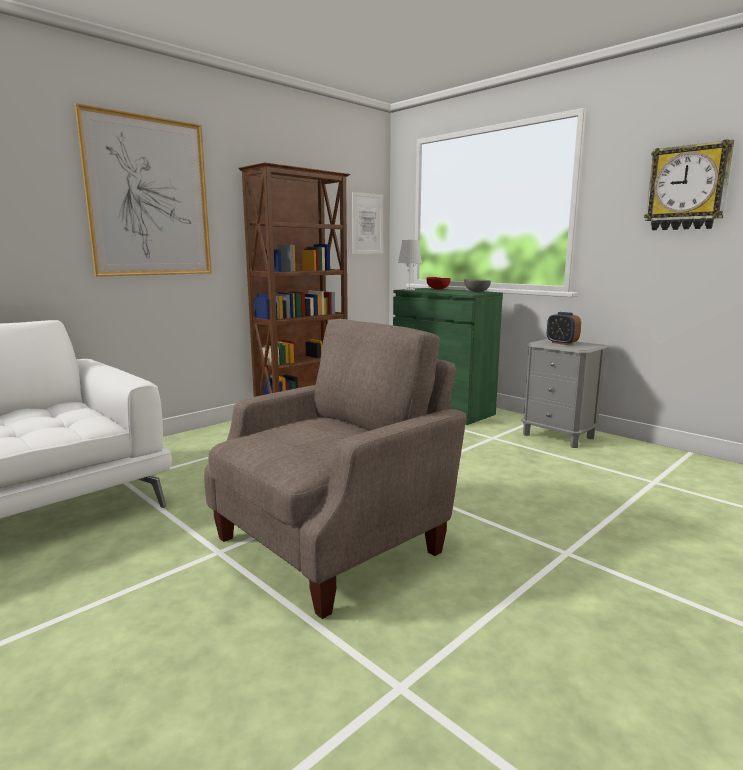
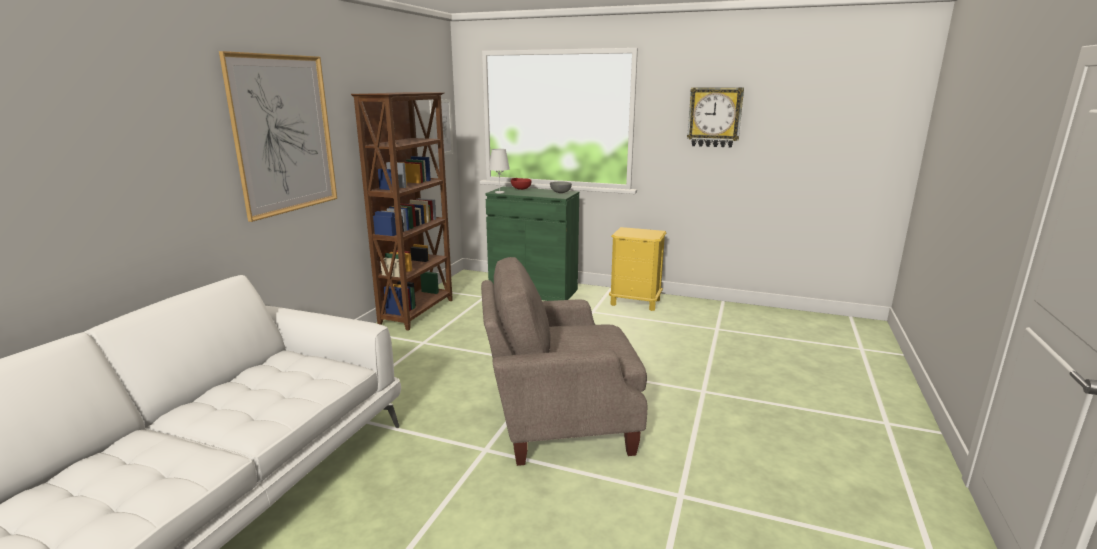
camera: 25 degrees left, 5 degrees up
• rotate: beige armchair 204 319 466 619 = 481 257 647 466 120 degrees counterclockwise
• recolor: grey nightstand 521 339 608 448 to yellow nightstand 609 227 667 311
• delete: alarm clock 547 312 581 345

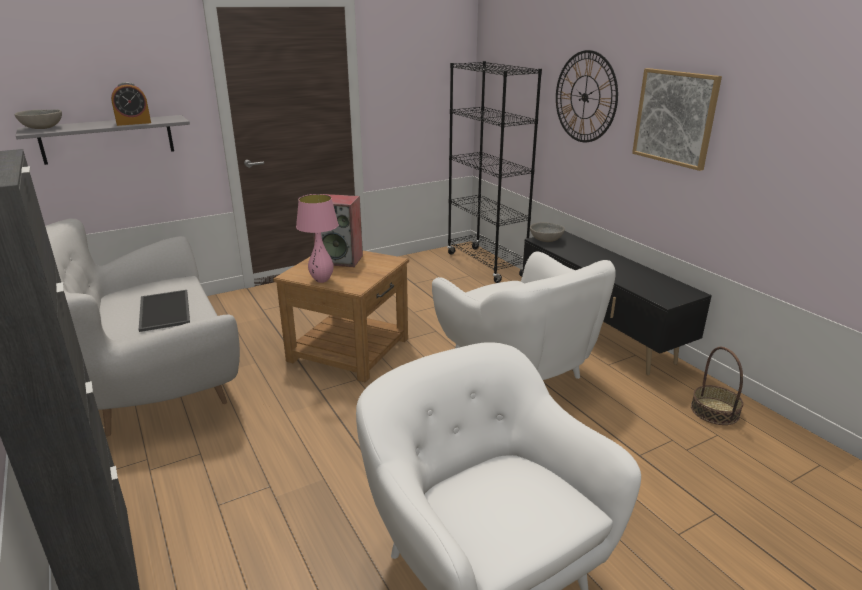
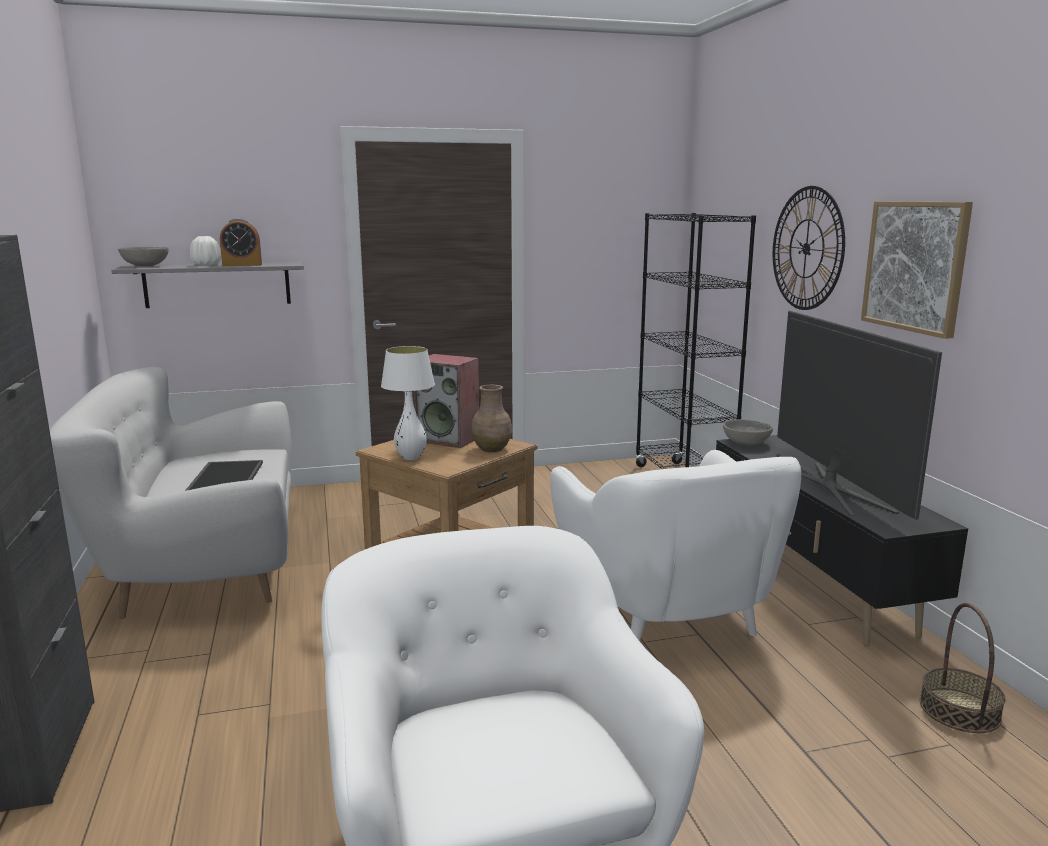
camera: 15 degrees right, 10 degrees down
• insert: white vase 190 236 221 265
• recolor: pink table lamp 296 194 339 283 to white table lamp 381 346 435 460
• insert: brown vase 471 385 512 452
• insert: television 777 310 942 520

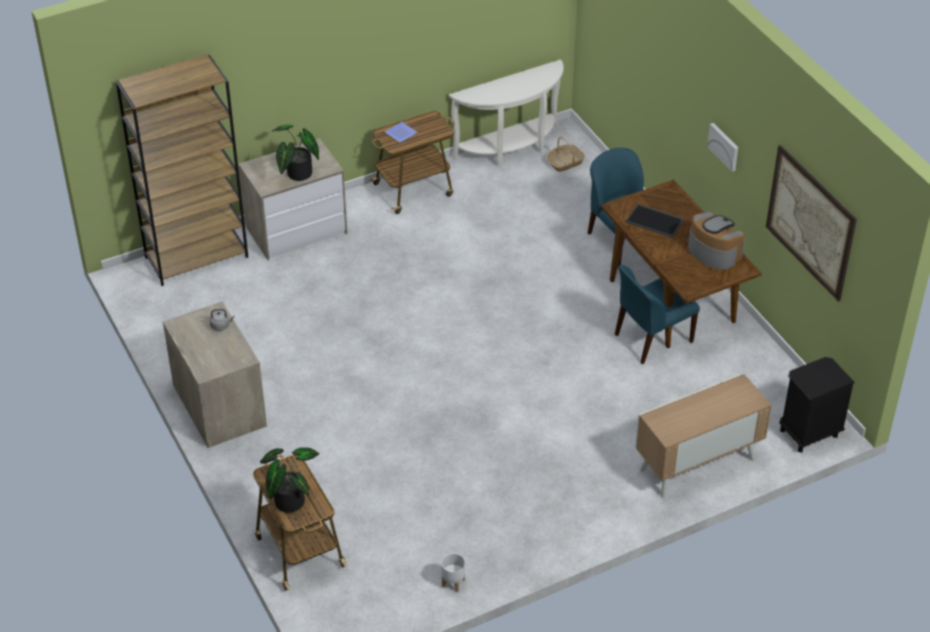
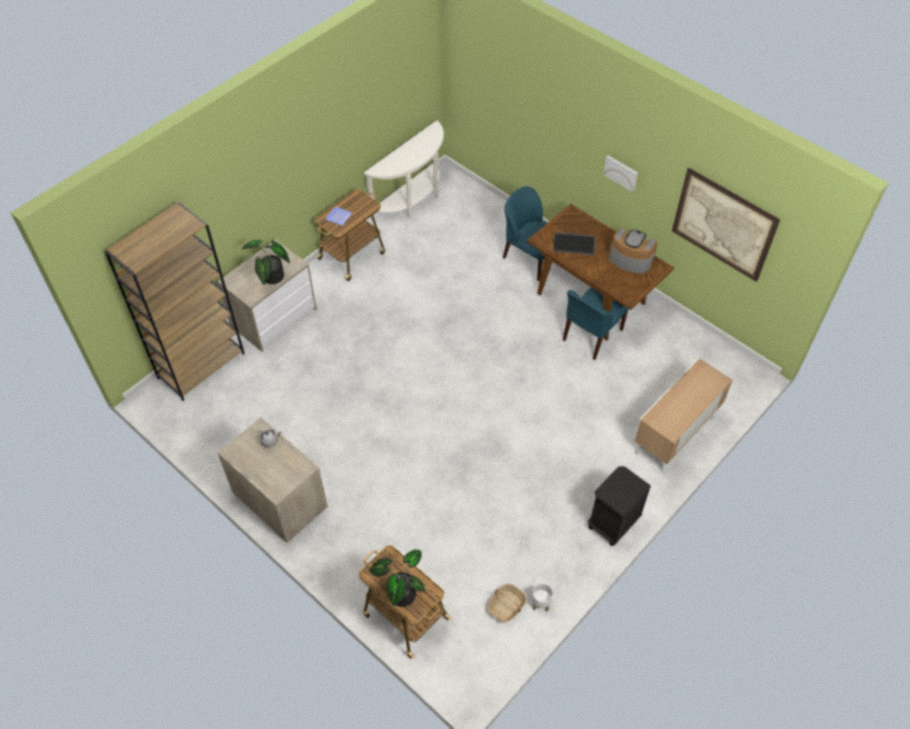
camera: 20 degrees left, 10 degrees up
• move: basket 546 137 585 172 to 487 583 527 623
• move: black nightstand 779 357 855 453 to 588 466 651 546

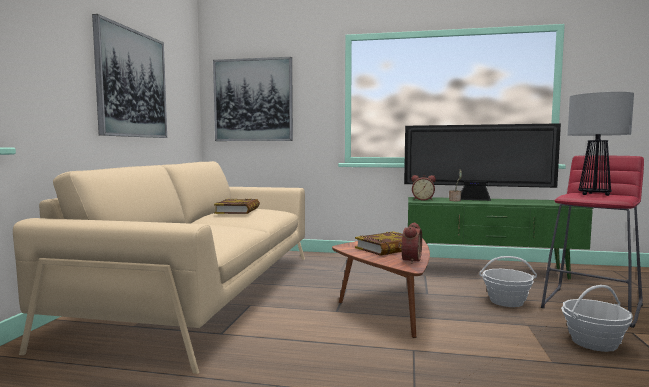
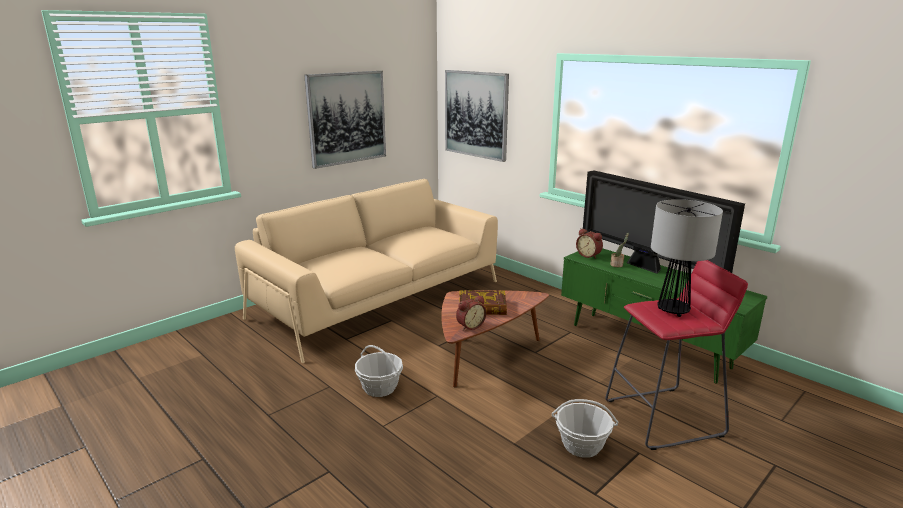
camera: 35 degrees right, 15 degrees up
• move: basket 479 256 537 307 to 355 345 403 397
• delete: book 214 199 260 214

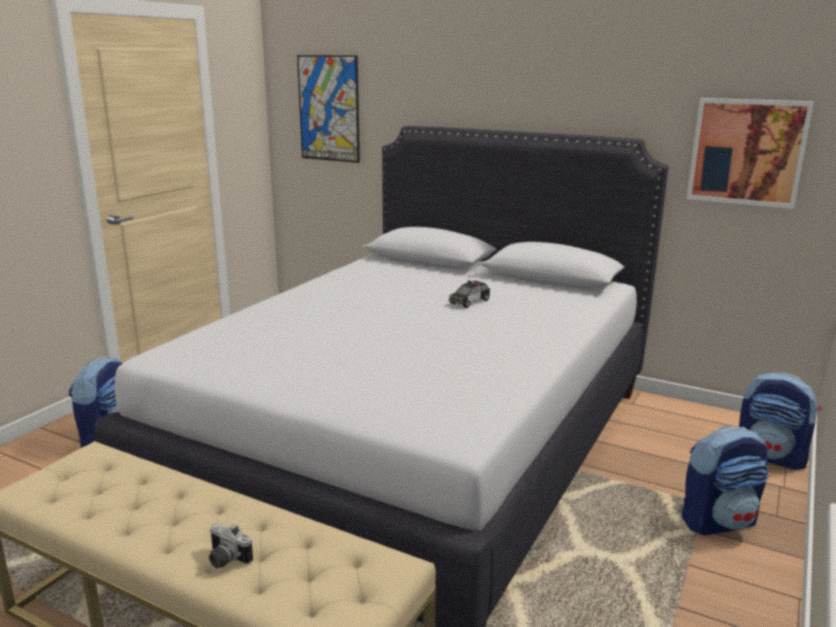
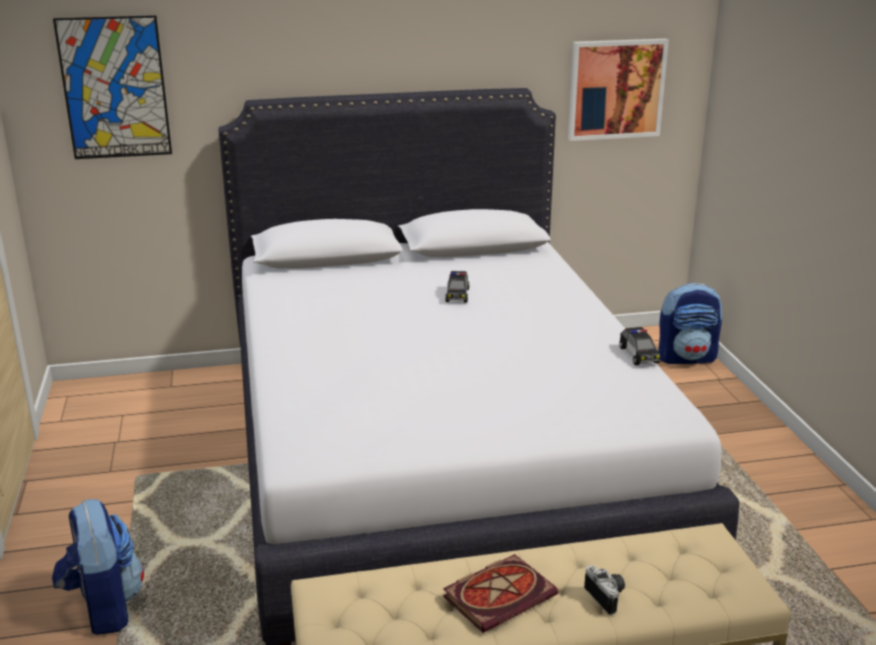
camera: 40 degrees left, 5 degrees up
• insert: book 443 554 558 633
• rotate: photo camera 209 523 253 568 = 584 565 625 615 105 degrees counterclockwise
• insert: toy car 619 327 660 365
• delete: backpack 682 426 768 535

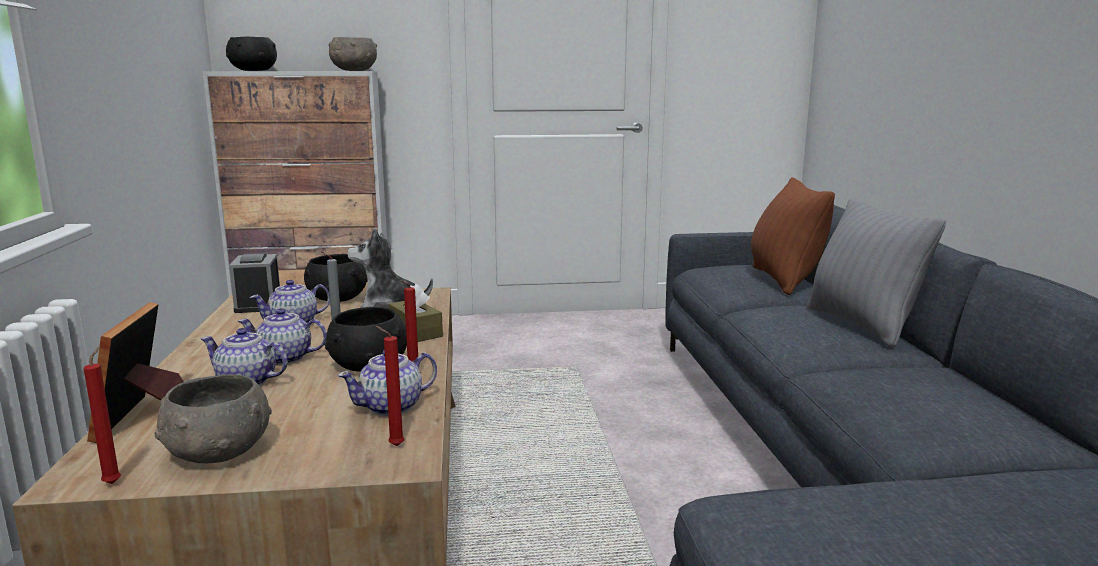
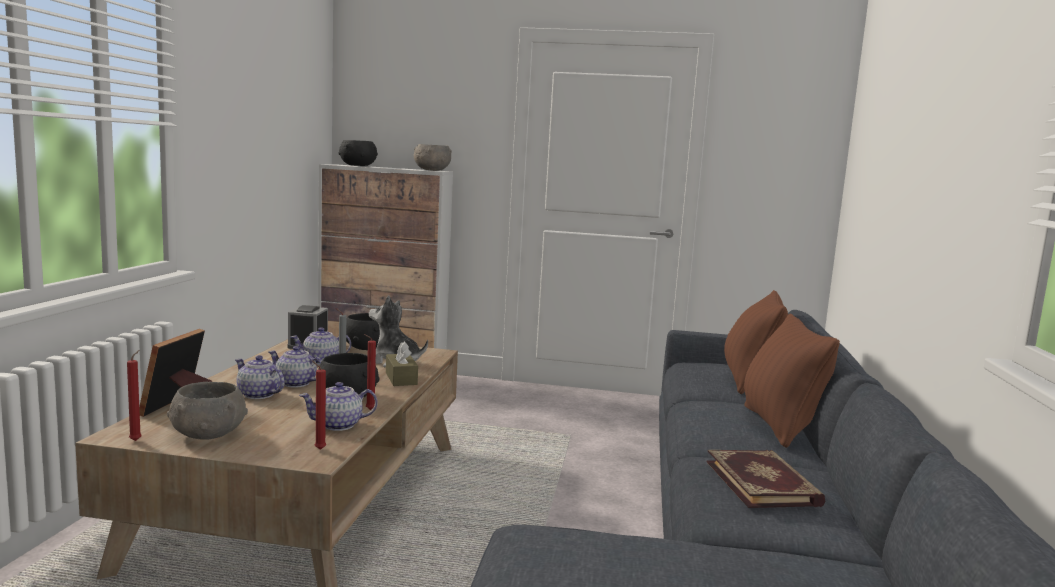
camera: 15 degrees right, 5 degrees down
• insert: book 707 450 825 508
• recolor: grey pillow 806 199 946 347 to brown pillow 744 314 840 448

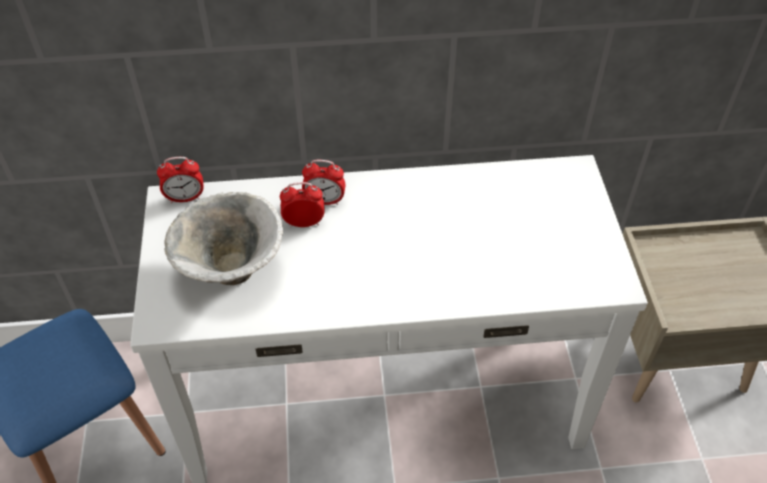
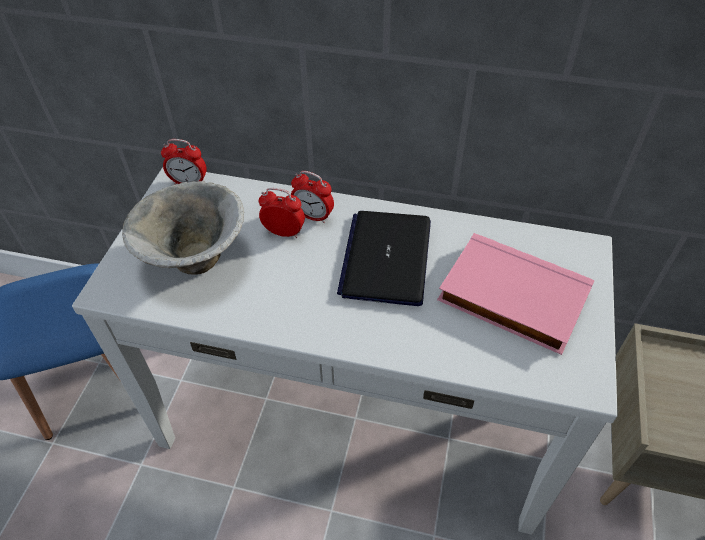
camera: 20 degrees right, 0 degrees up
• insert: laptop 337 211 431 306
• insert: pink book 437 233 595 355

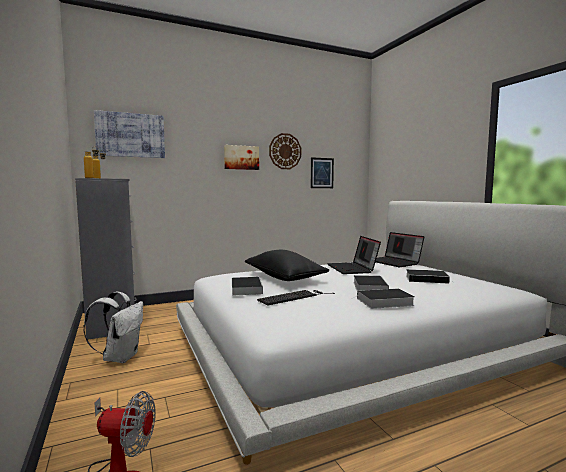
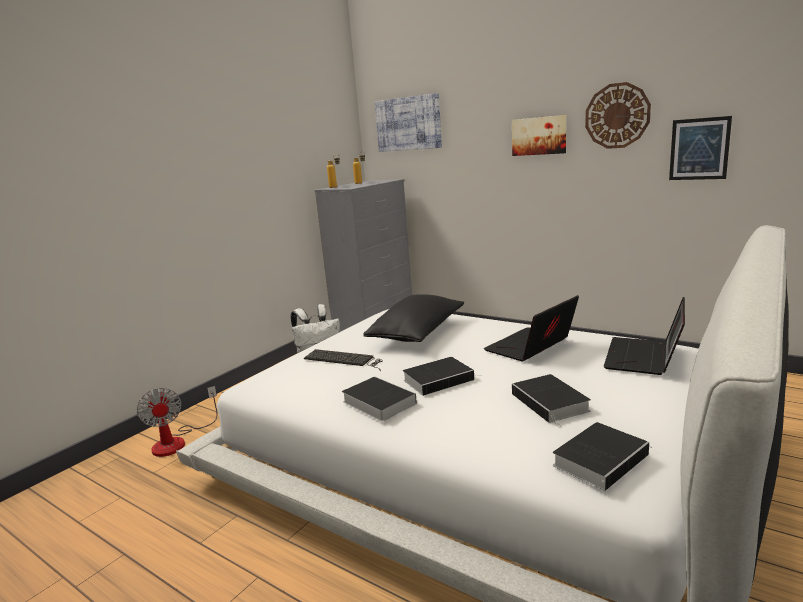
camera: 60 degrees right, 10 degrees up
• move: book 232 277 263 296 to 553 422 652 491

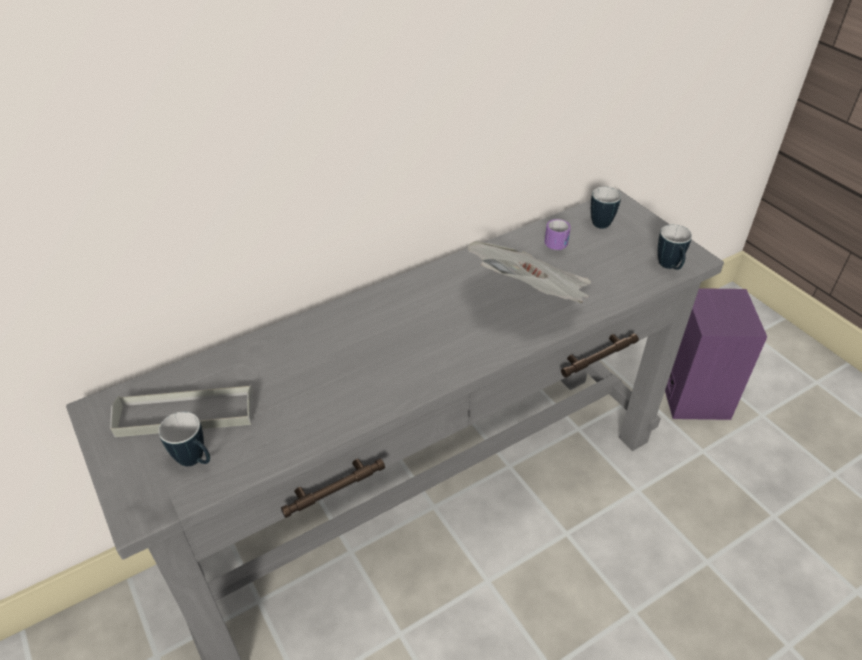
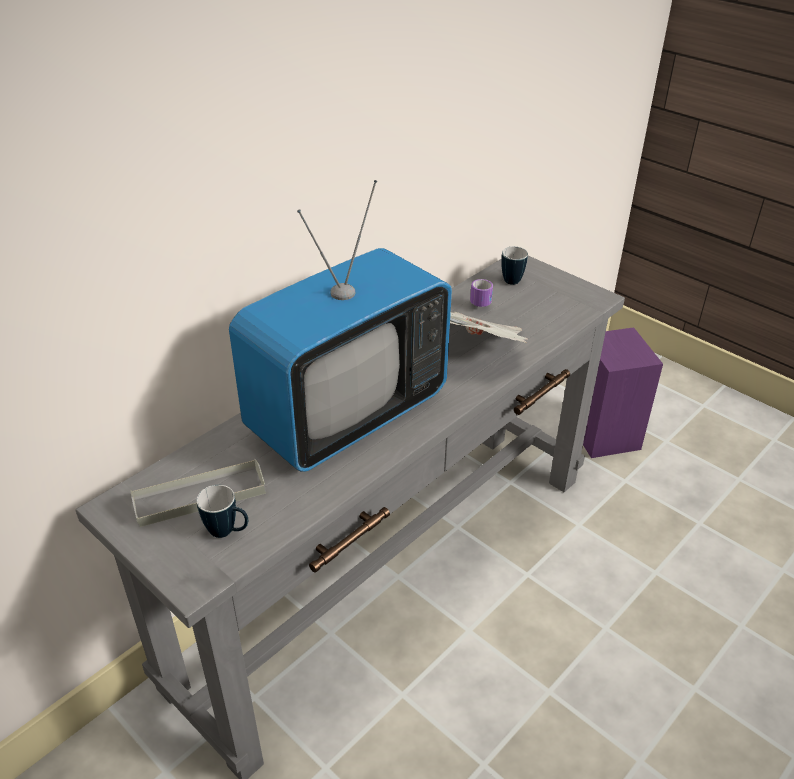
camera: 15 degrees left, 5 degrees down
• insert: television 229 180 452 472
• delete: mug 658 224 692 270

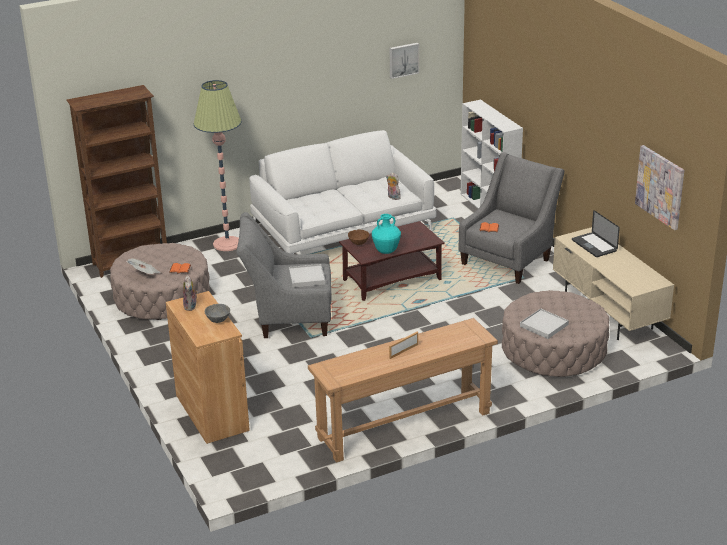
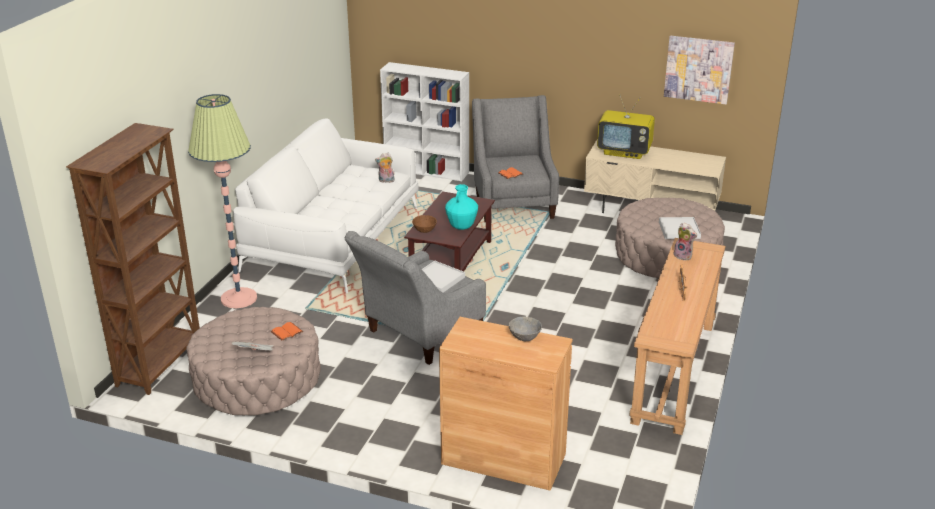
camera: 45 degrees left, 0 degrees up
• replace: laptop 572 210 620 257 to television 597 96 655 159
• move: plush toy 183 275 198 311 to 673 222 697 261
• delete: picture 390 43 419 79

